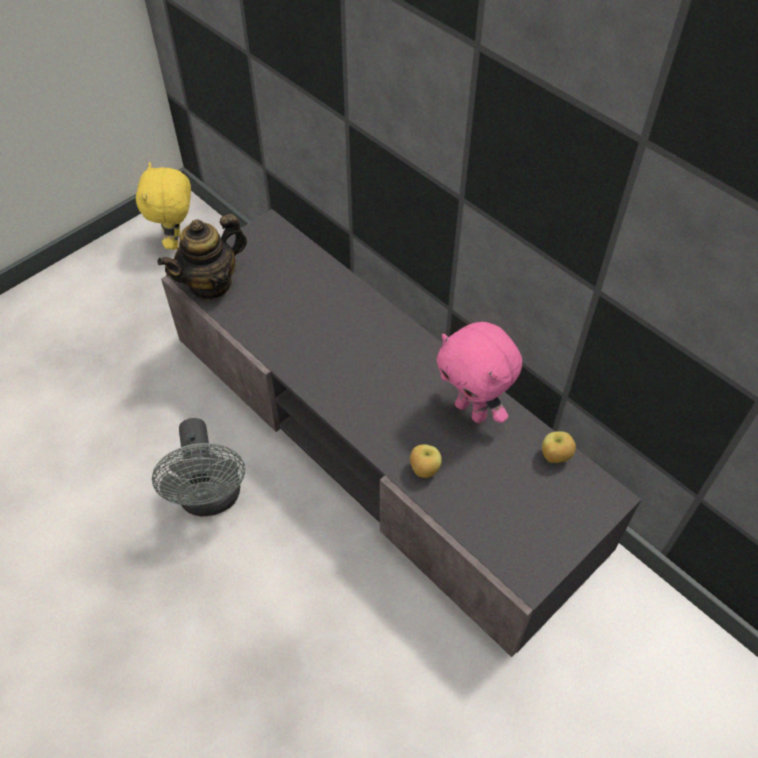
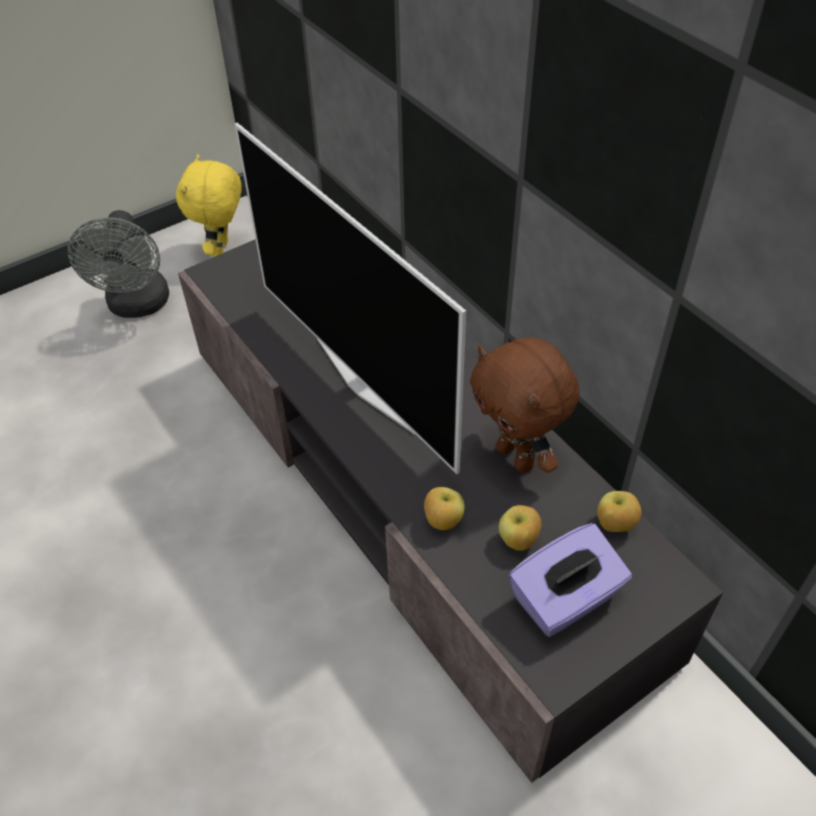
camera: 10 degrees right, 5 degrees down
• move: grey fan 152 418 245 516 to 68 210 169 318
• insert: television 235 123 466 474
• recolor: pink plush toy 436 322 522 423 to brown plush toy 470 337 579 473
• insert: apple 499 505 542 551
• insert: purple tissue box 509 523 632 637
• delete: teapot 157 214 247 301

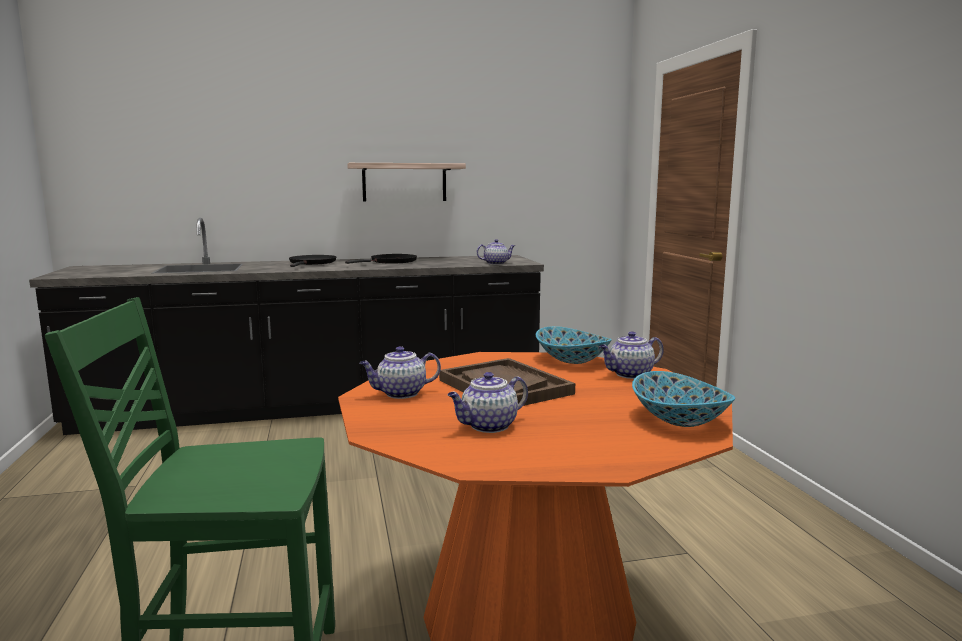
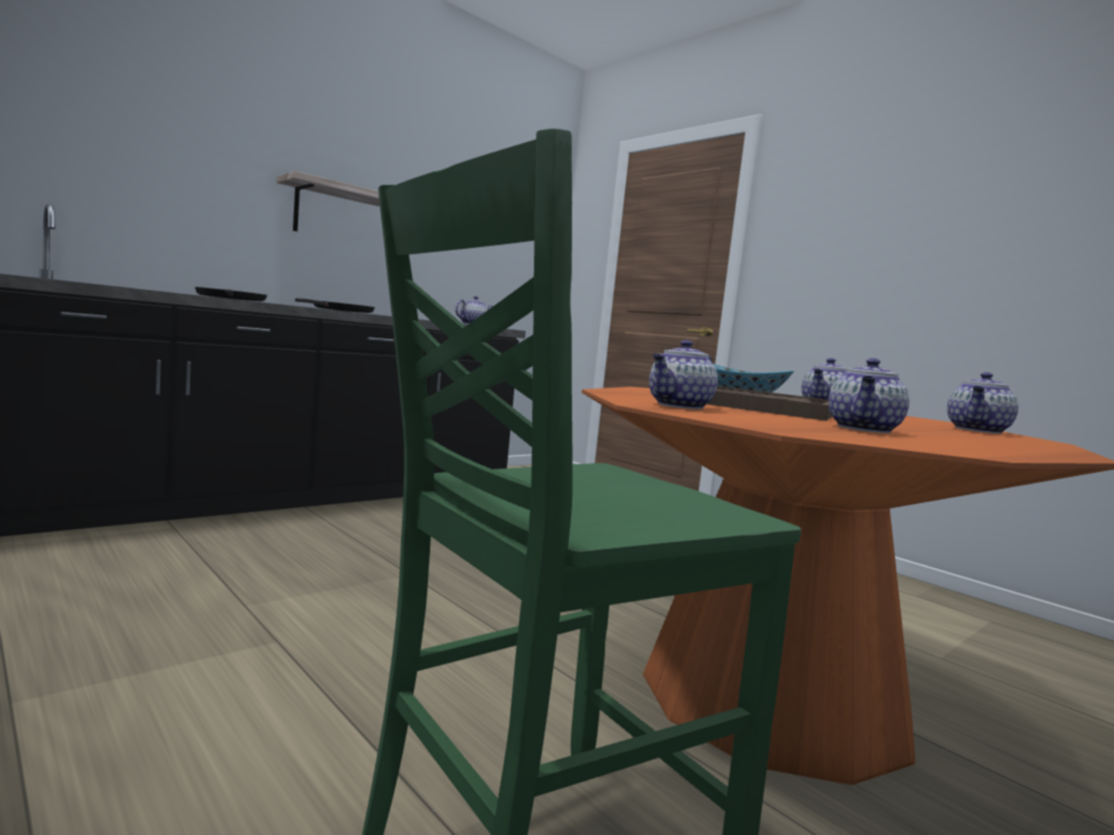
camera: 30 degrees left, 5 degrees down
• replace: bowl 632 371 735 427 to teapot 947 372 1018 434

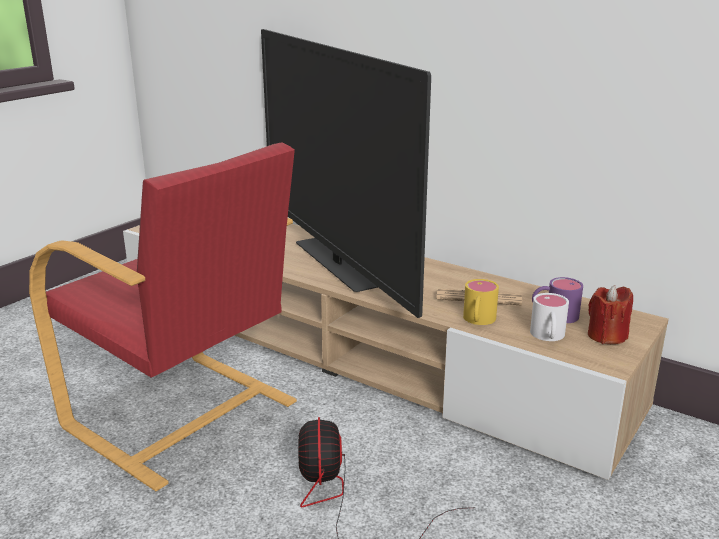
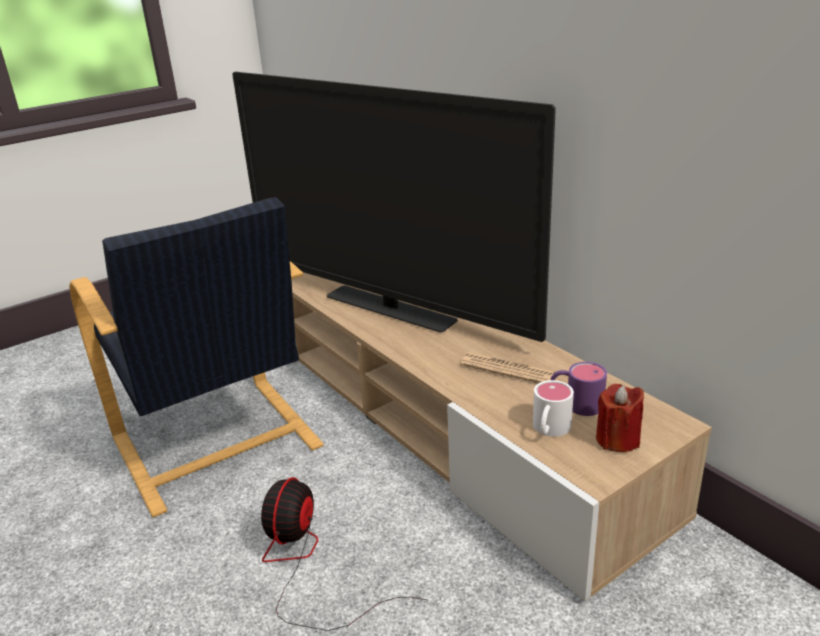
camera: 20 degrees right, 5 degrees up
• recolor: red armchair 29 142 297 491 to black armchair 69 197 324 517
• rotate: television 261 29 431 318 = 232 72 556 342 45 degrees counterclockwise
• delete: yellow mug 463 279 499 325

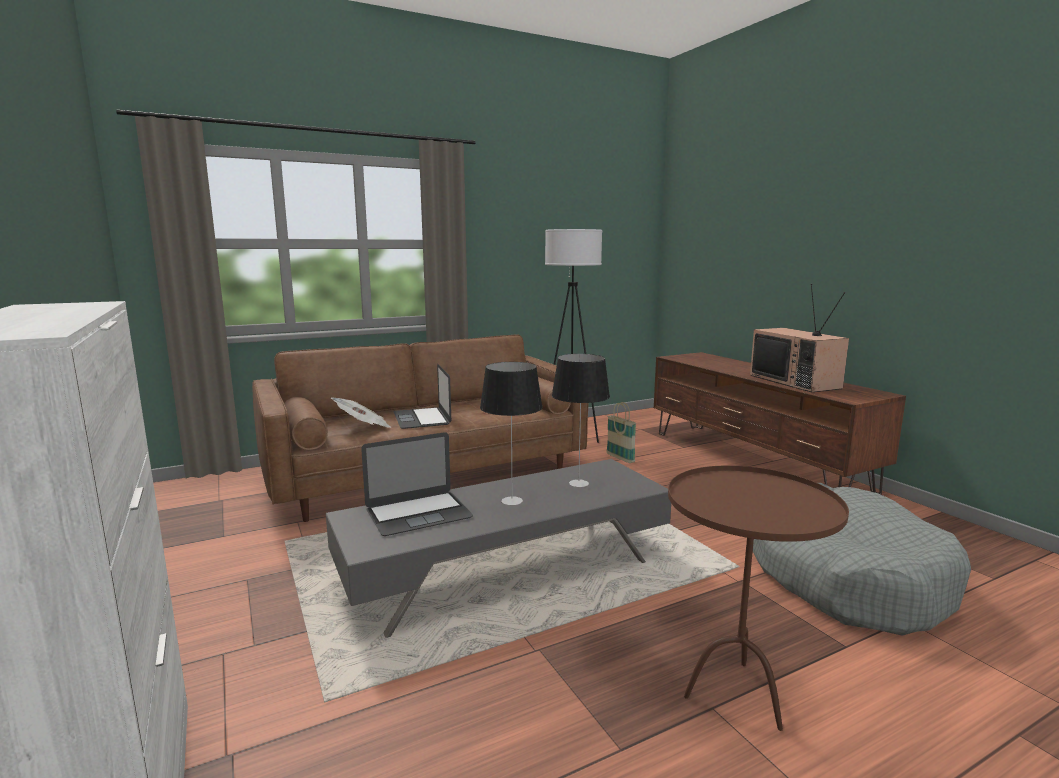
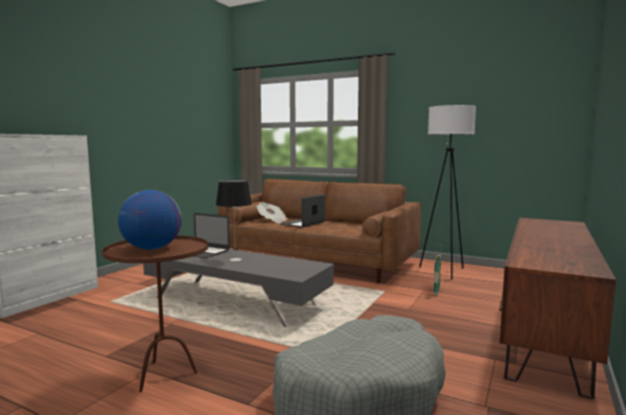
camera: 55 degrees right, 5 degrees down
• insert: globe 118 190 182 250
• delete: table lamp 552 354 610 487
• delete: television 750 284 849 392

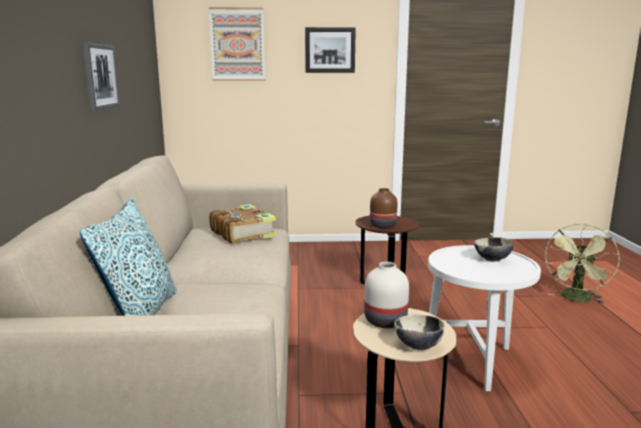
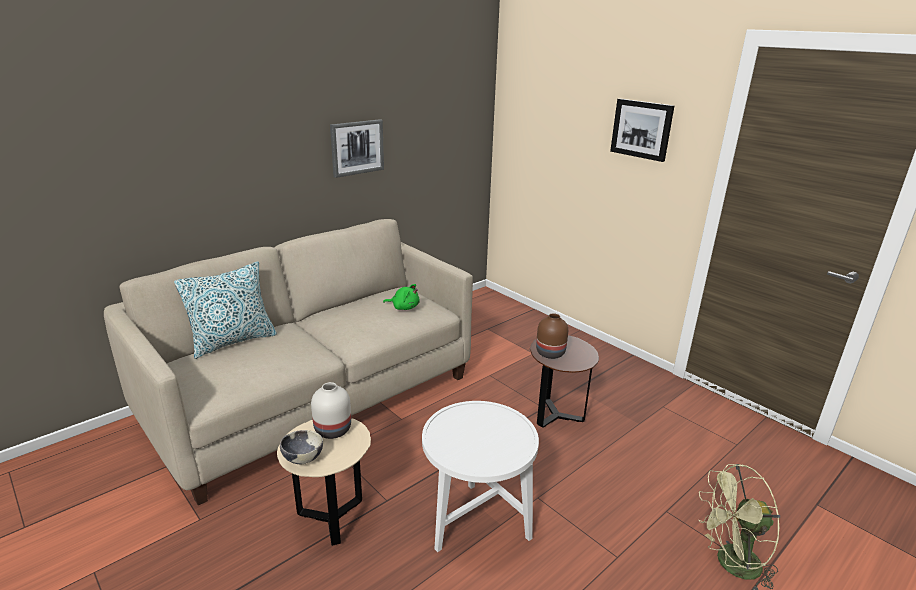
camera: 50 degrees right, 10 degrees up
• replace: book 209 204 276 243 to green plush toy 383 284 420 310
• delete: picture 209 7 265 81
• delete: bowl 474 237 513 261

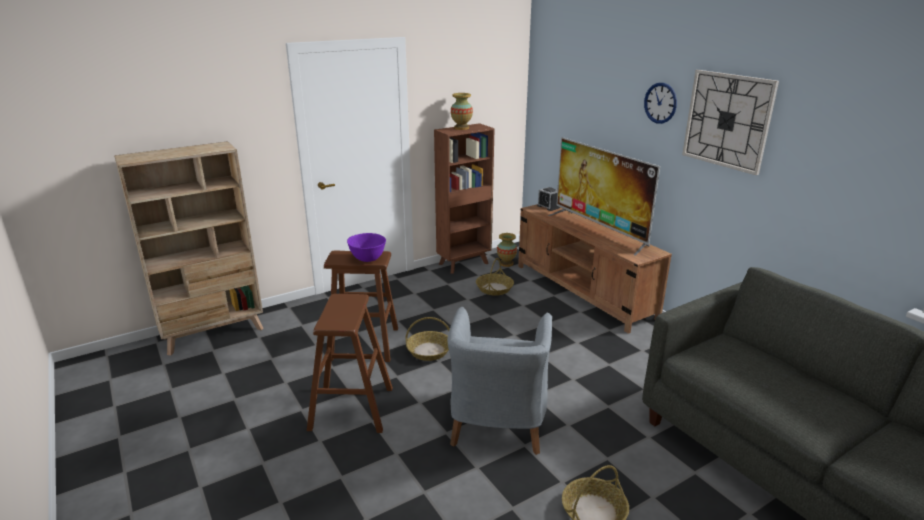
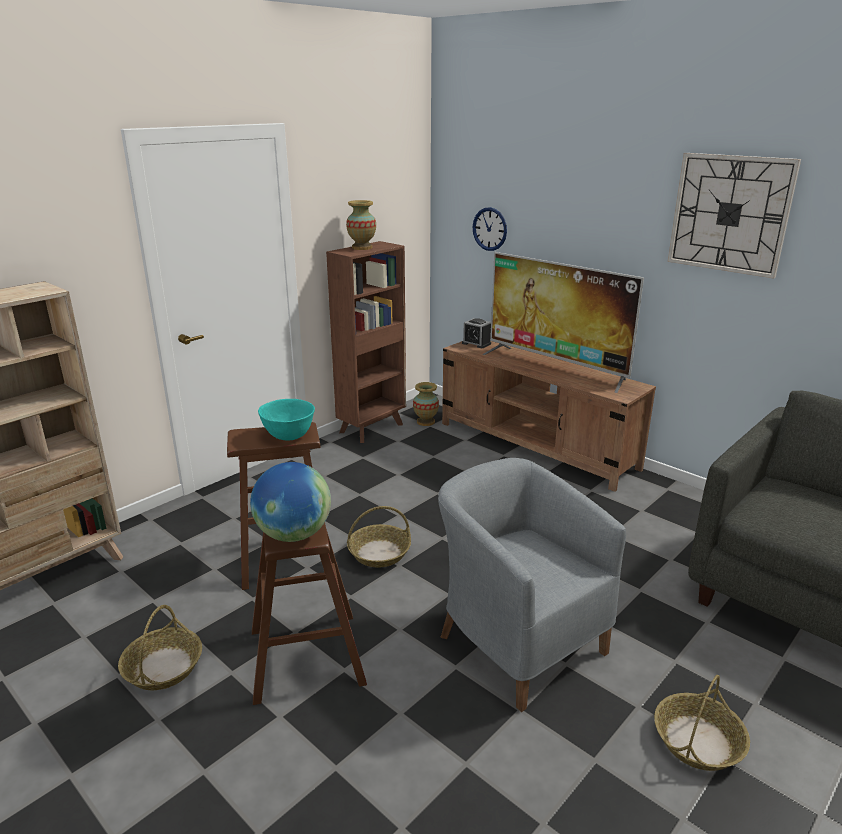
camera: 15 degrees left, 0 degrees up
• move: basket 476 258 514 295 to 118 605 202 690
• insert: globe 250 462 331 542
• recolor: purple bowl 347 233 386 262 to turquoise bowl 258 399 315 441
• rotate: grey armchair 448 307 552 455 = 438 458 626 712 150 degrees clockwise
• move: wall clock 644 83 677 124 to 473 207 507 251

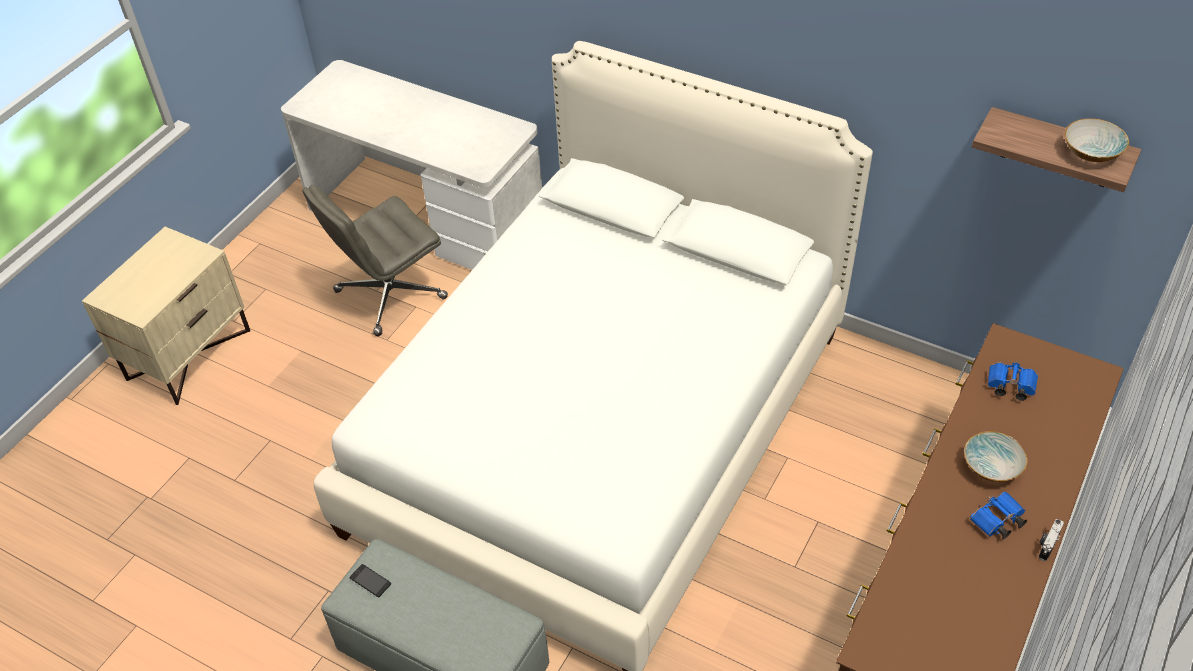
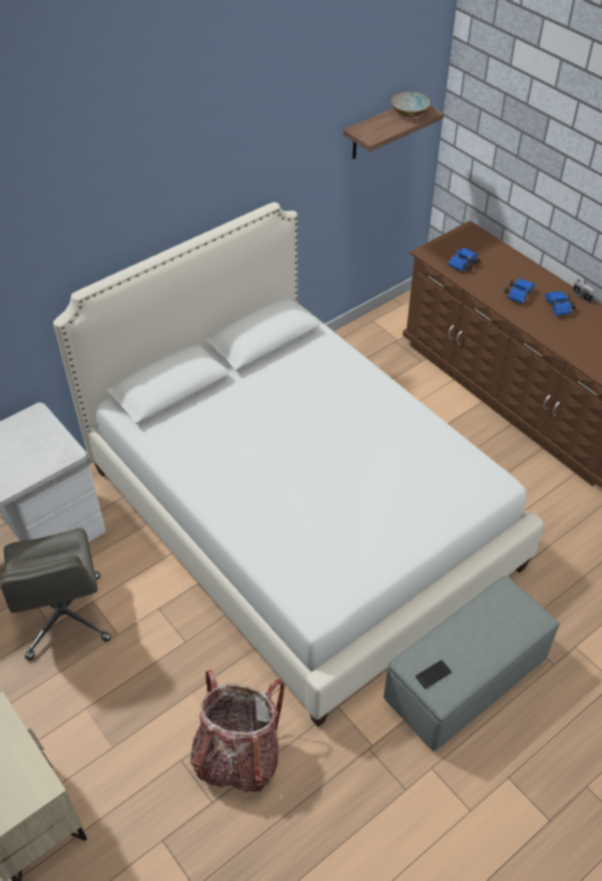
camera: 70 degrees left, 0 degrees up
• insert: backpack 191 669 284 792
• replace: bowl 964 431 1028 482 to blue binoculars 504 278 535 304

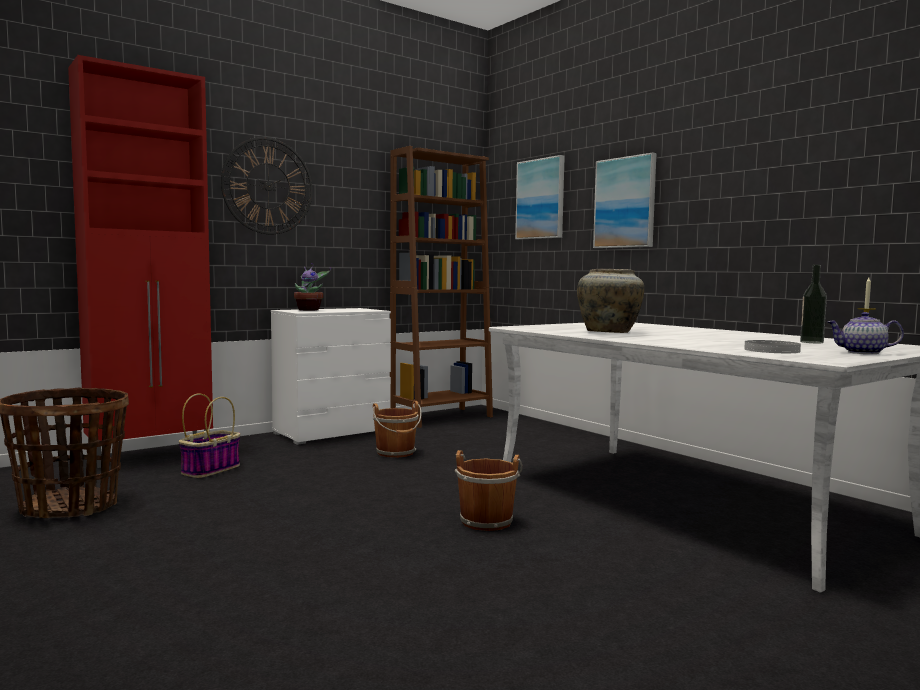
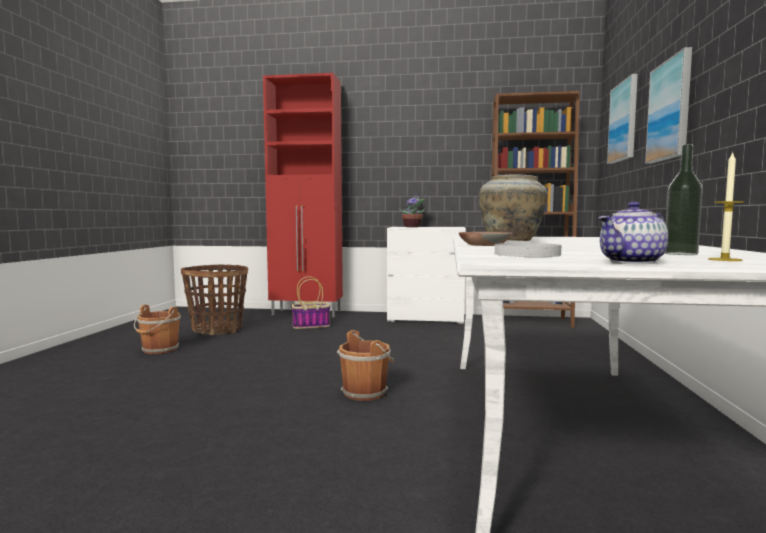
camera: 45 degrees right, 0 degrees up
• move: brown bucket 373 401 422 458 to 134 305 181 354
• insert: brown bowl 459 232 512 246
• rotate: teapot 828 312 904 354 = 598 202 668 264 90 degrees counterclockwise
• delete: wall clock 221 137 313 234

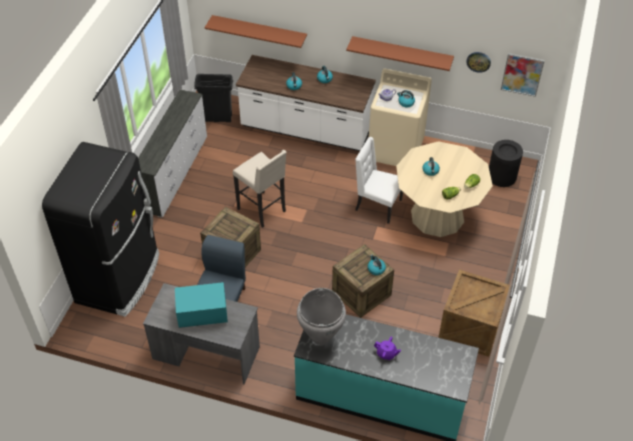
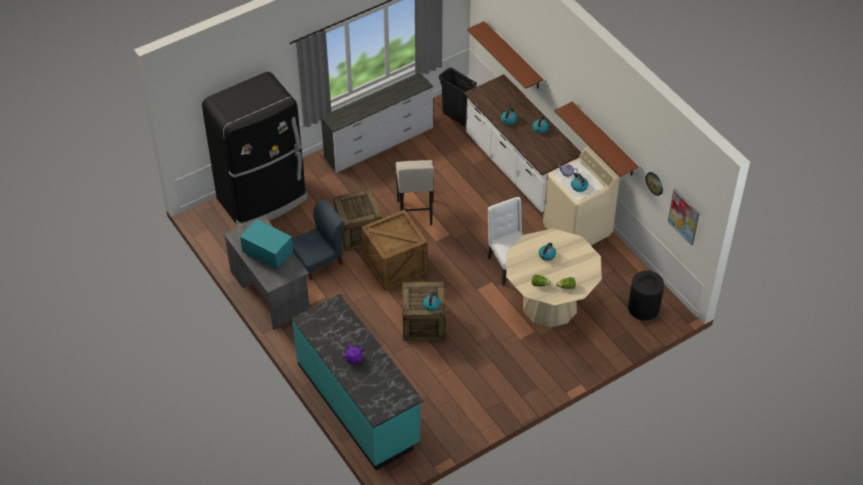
camera: 40 degrees right, 0 degrees up
• move: crate 438 269 510 357 to 361 210 427 291
• delete: grey vase 297 288 346 345

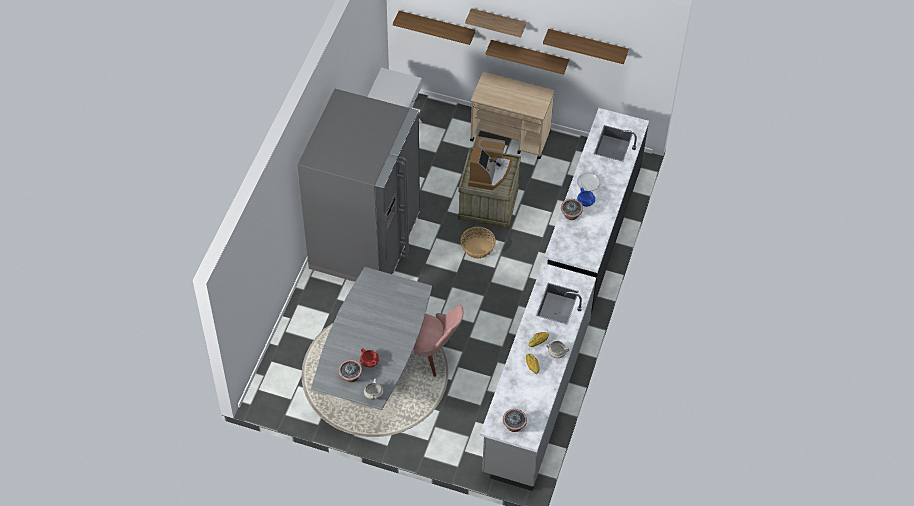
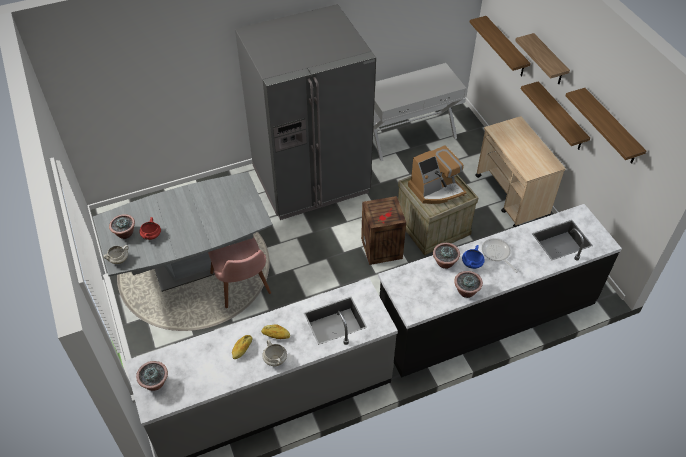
camera: 50 degrees right, 5 degrees down
• replace: basket 460 227 496 259 to crate 361 196 406 265
• insert: potted plant 454 271 483 298

